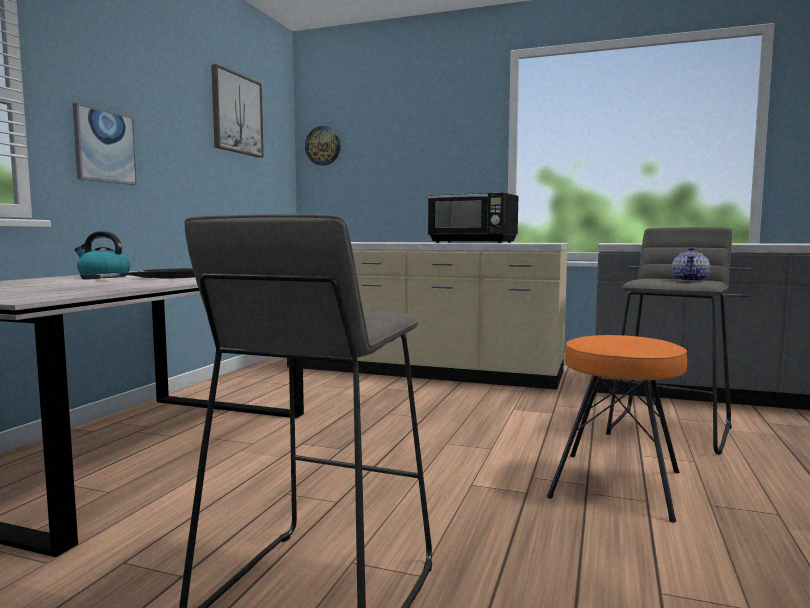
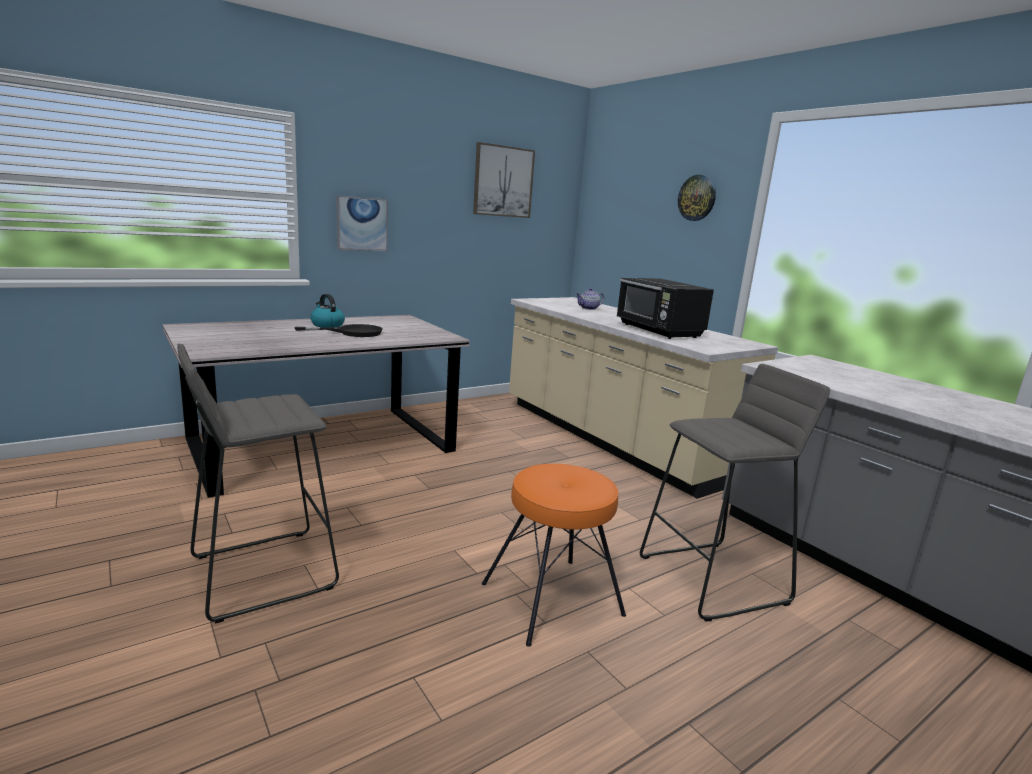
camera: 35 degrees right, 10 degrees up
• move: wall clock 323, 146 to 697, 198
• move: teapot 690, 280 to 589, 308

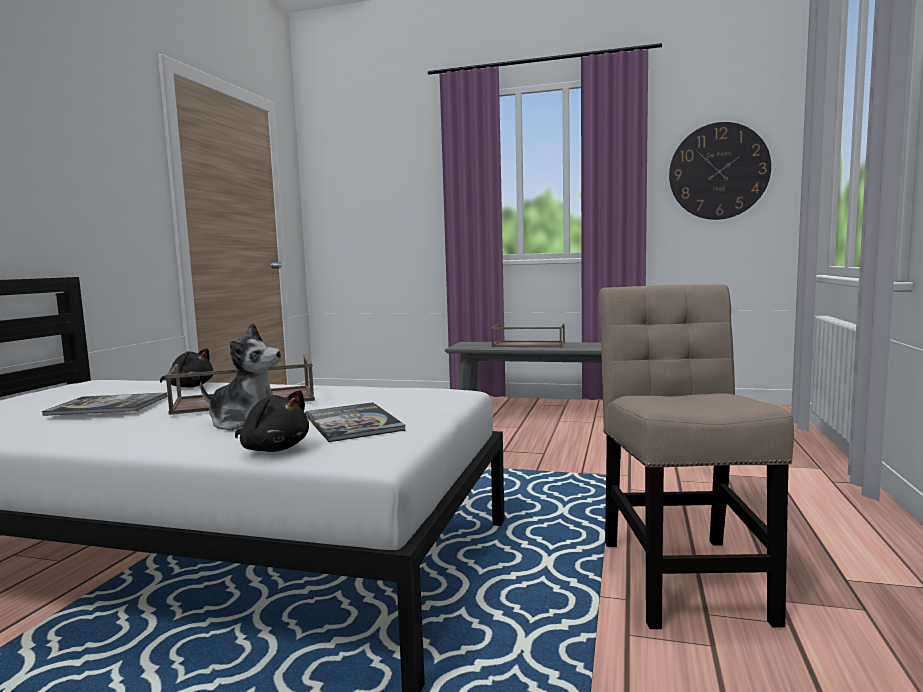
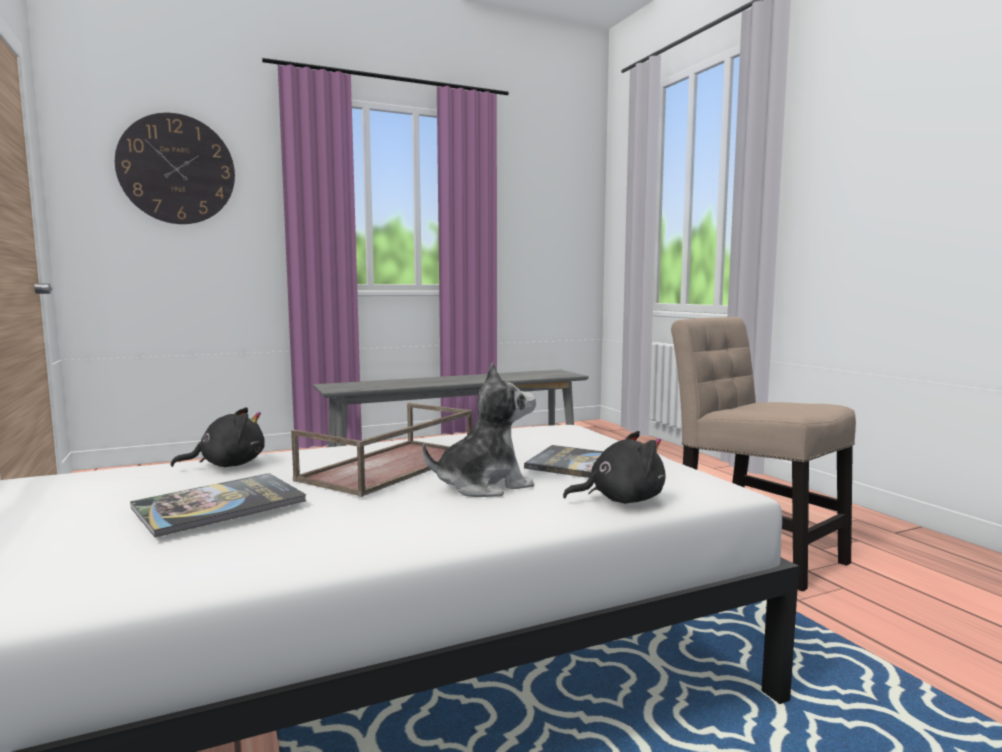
camera: 40 degrees left, 0 degrees up
• delete: brown tray 527, 344
• move: wall clock 718, 171 to 176, 169

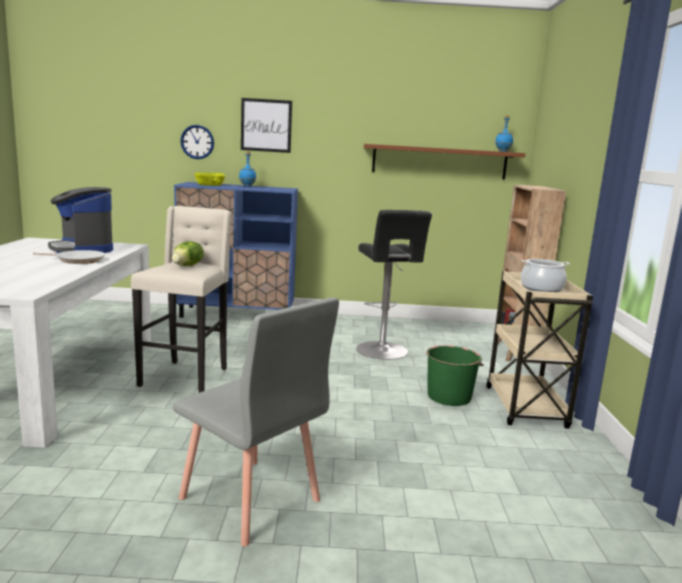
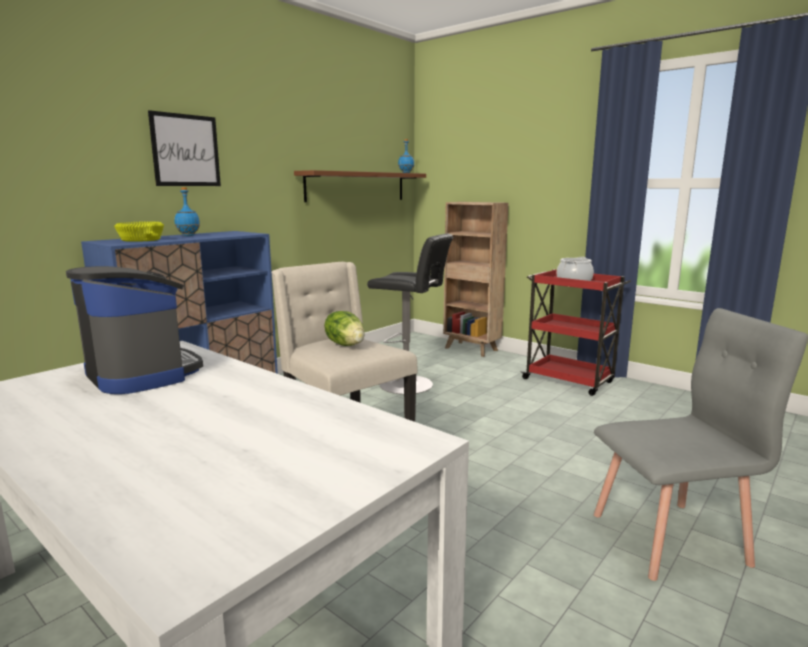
camera: 50 degrees left, 0 degrees up
• delete: frying pan 78, 260
• rotate: coffee machine 82, 249 = 142, 374 135 degrees counterclockwise
• delete: wall clock 197, 142
• delete: green bucket 449, 396
• recolor: beige cart 525, 408 to red cart 569, 381

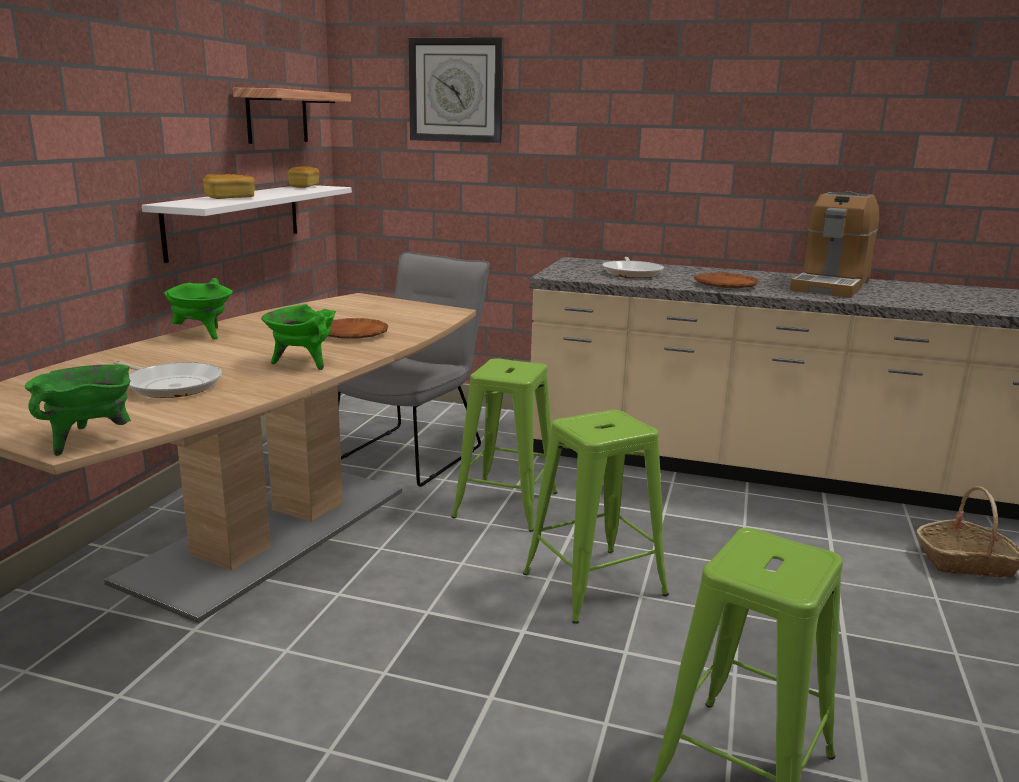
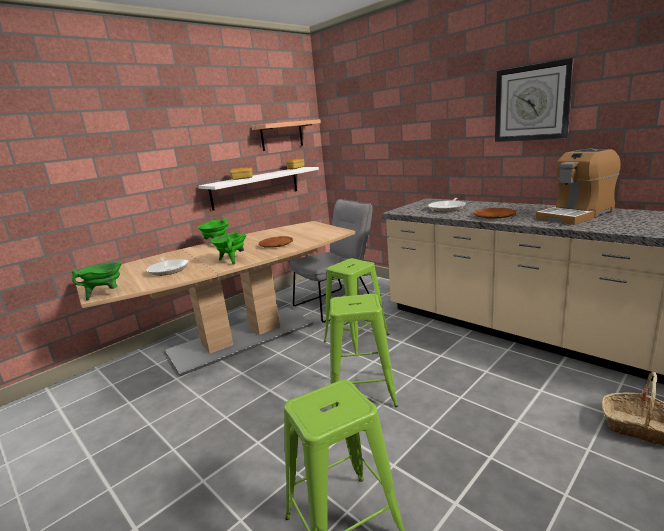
camera: 30 degrees right, 0 degrees up
• move: wall clock 456, 90 to 532, 103

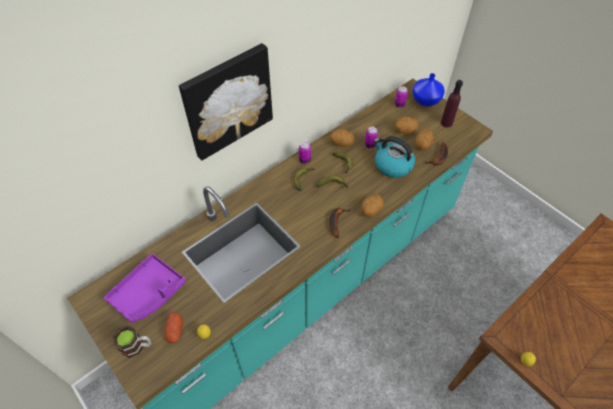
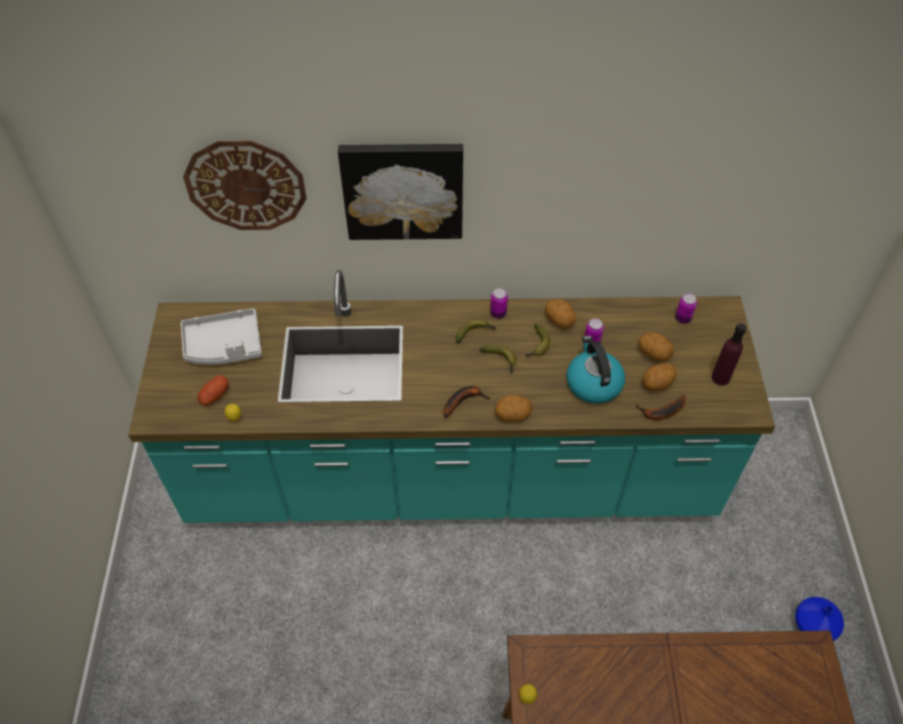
camera: 40 degrees right, 0 degrees up
• recolor: purple tray 149, 293 to grey tray 224, 346
• delete: mug 137, 346
• move: blue vase 425, 100 to 812, 626
• insert: wall clock 246, 185

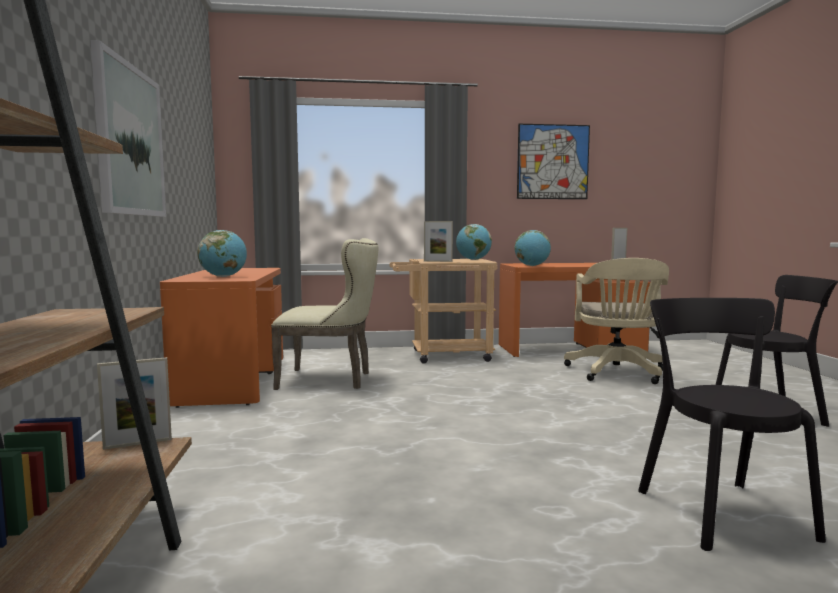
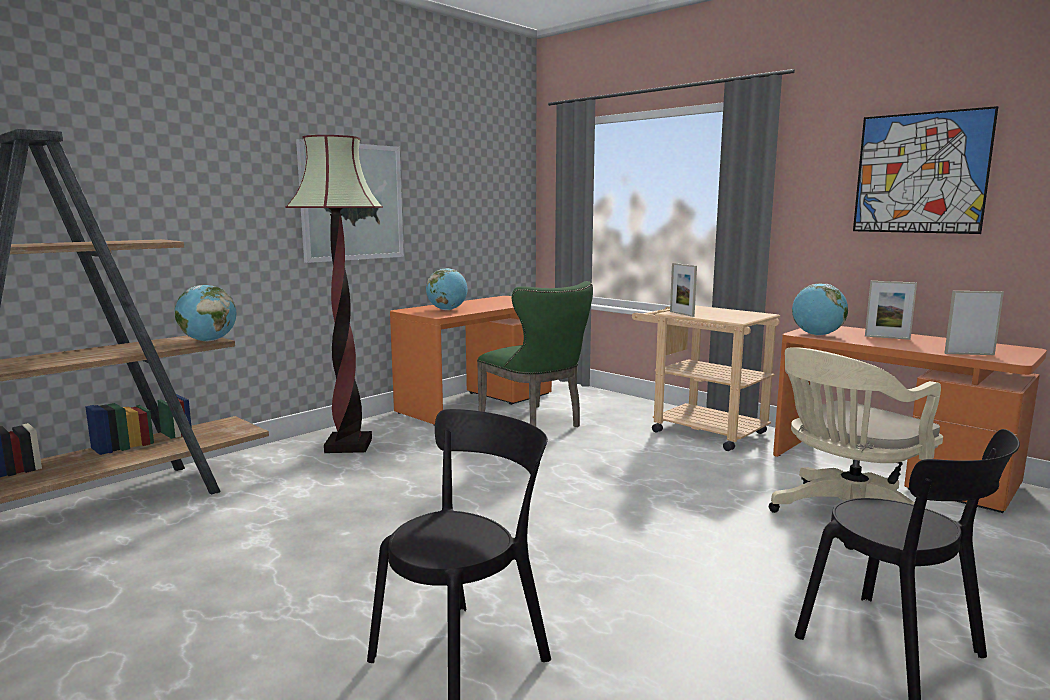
camera: 50 degrees right, 5 degrees up
• move: picture frame 138, 443 to 887, 337
• recolor: beige chair 331, 379 to green chair 536, 423
• move: globe 473, 260 to 208, 341
• insert: floor lamp 349, 445

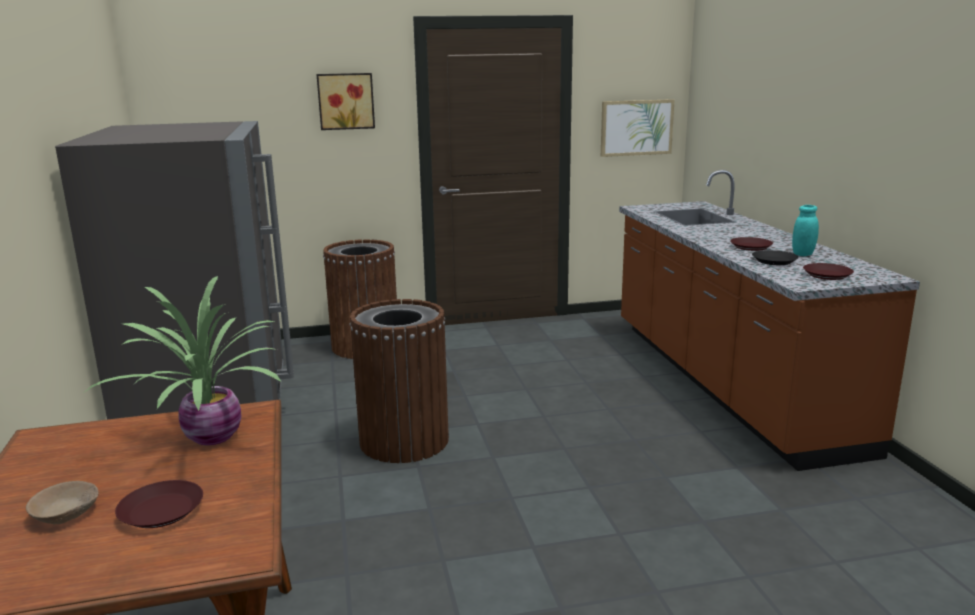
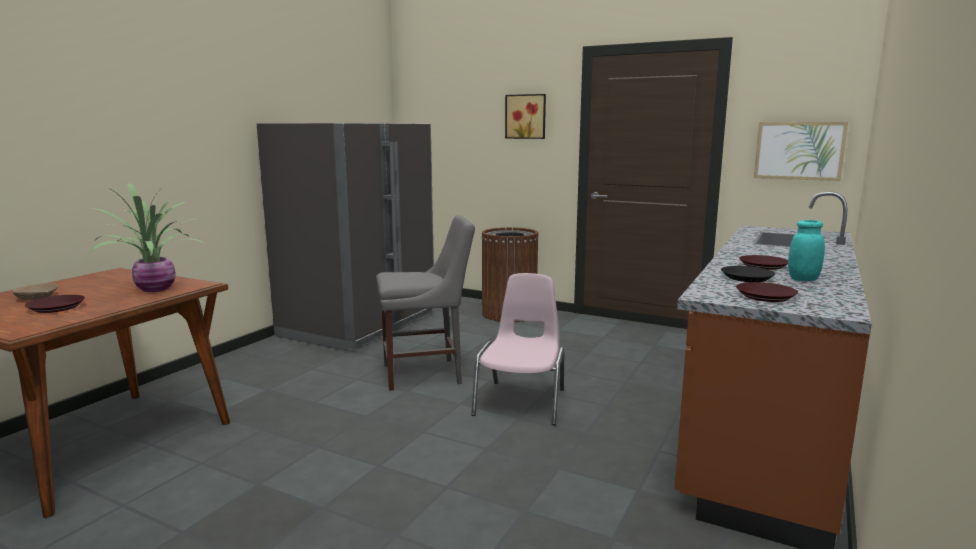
camera: 40 degrees right, 5 degrees down
• replace: brown trash can 404, 441 to grey chair 426, 374
• insert: pink chair 522, 401

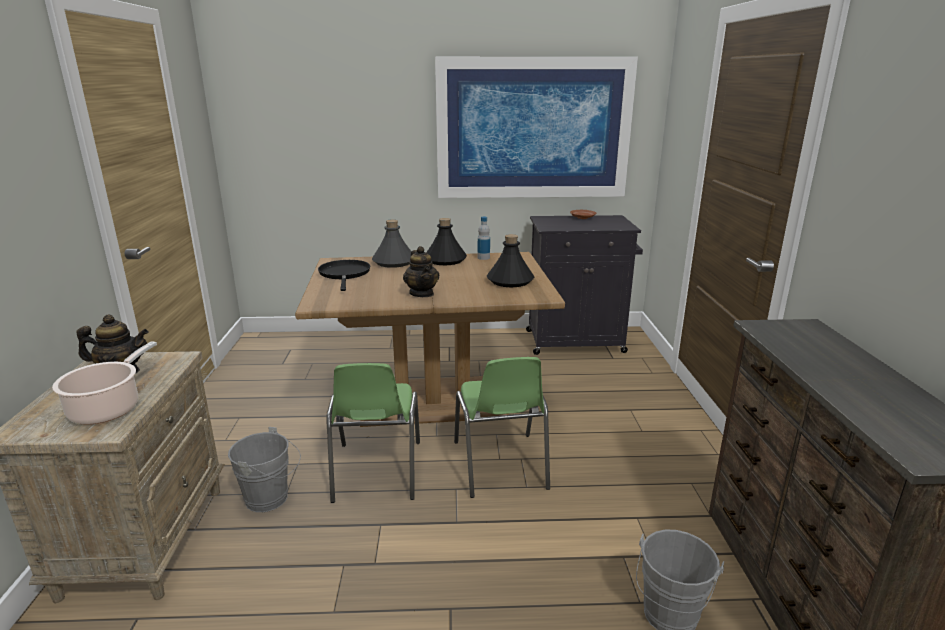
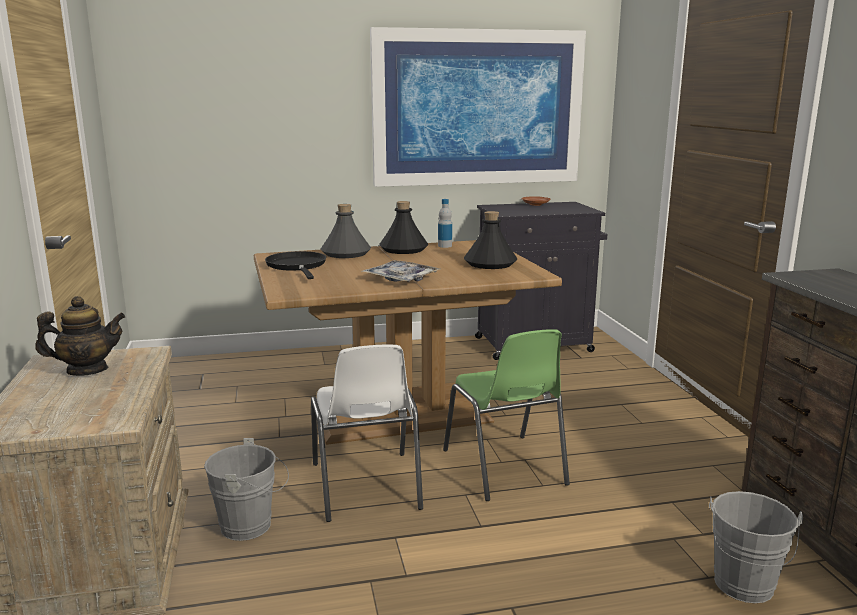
camera: 10 degrees left, 5 degrees down
• delete: cooking pot 108, 408
• recolor: green chair 376, 472 to white chair 366, 487
• replace: teapot 422, 293 to tray 401, 278

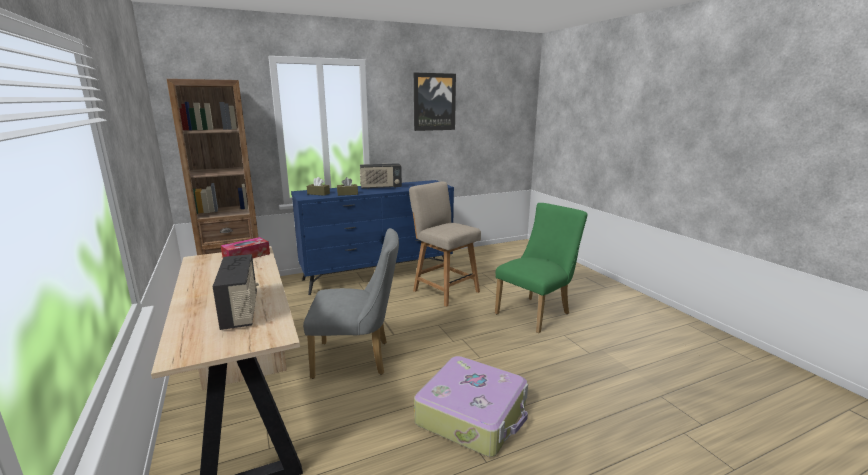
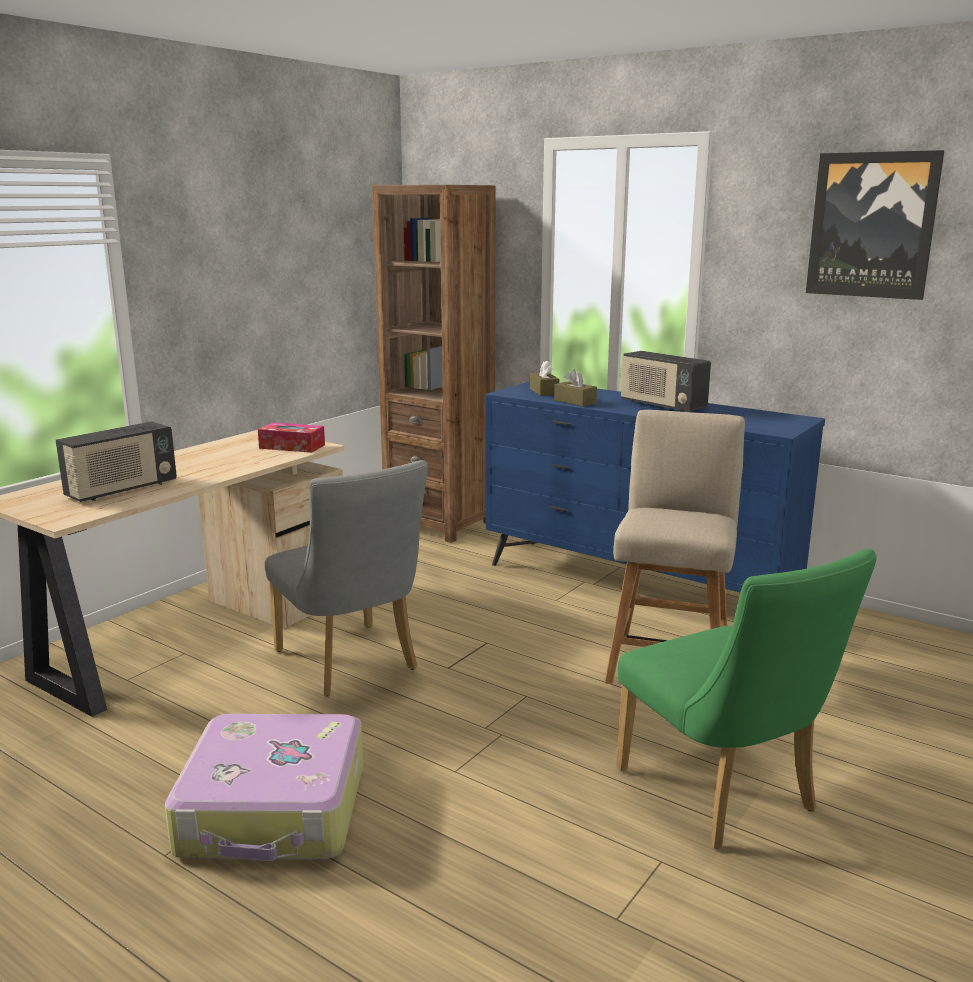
camera: 60 degrees right, 0 degrees up
• rotate: green chair 536, 312 = 725, 796 45 degrees clockwise

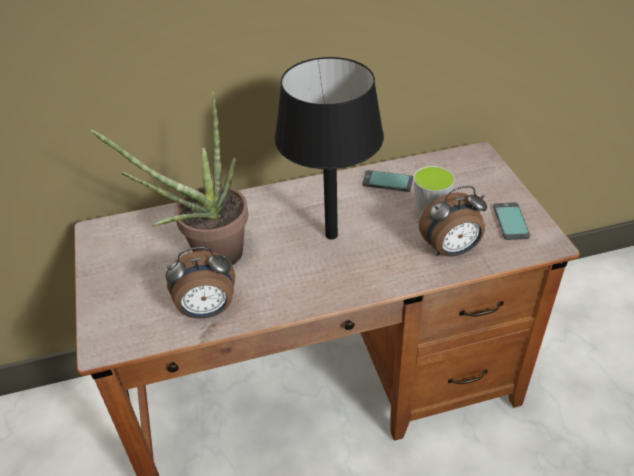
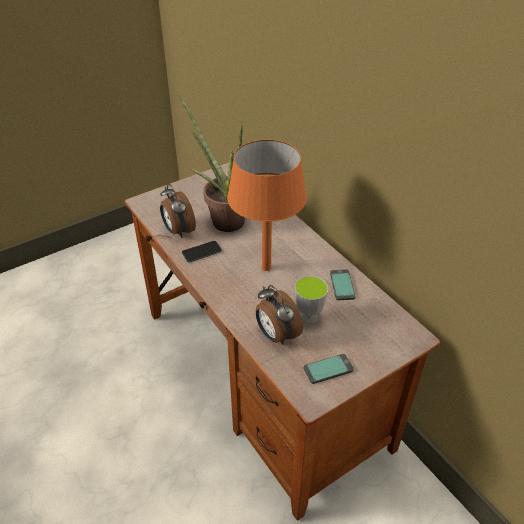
camera: 70 degrees right, 0 degrees up
• recolor: black table lamp 331, 235 to orange table lamp 266, 268
• insert: phone 201, 252

